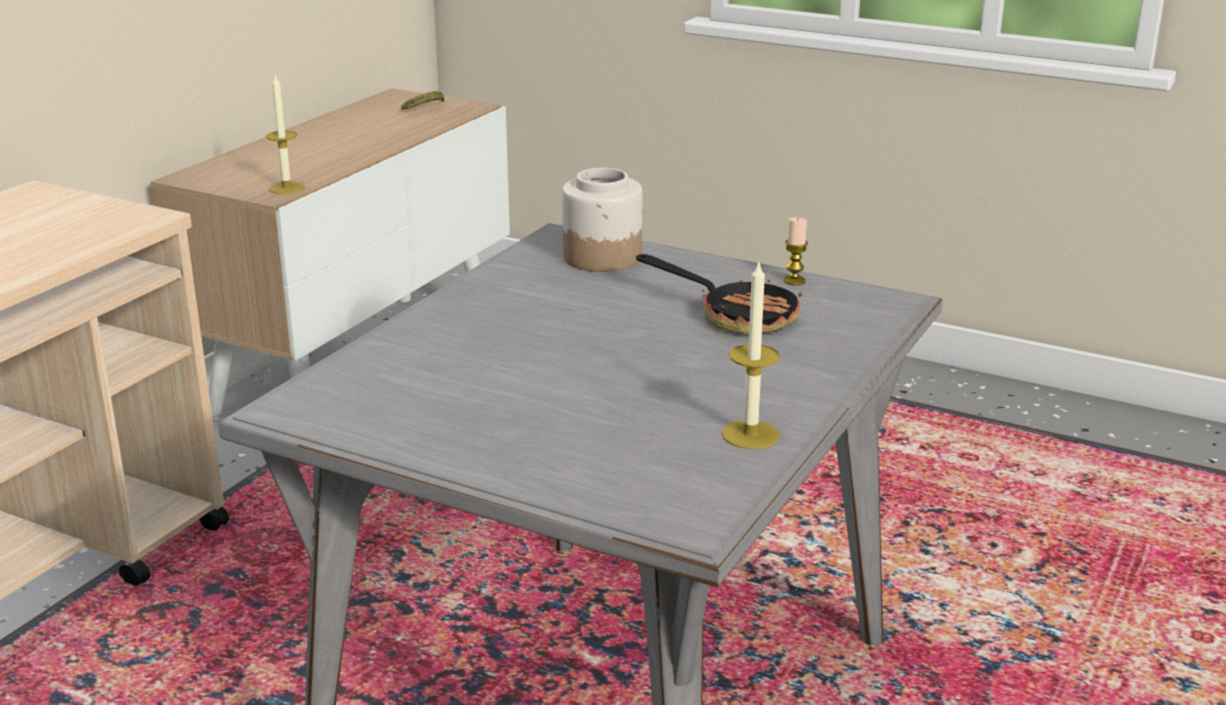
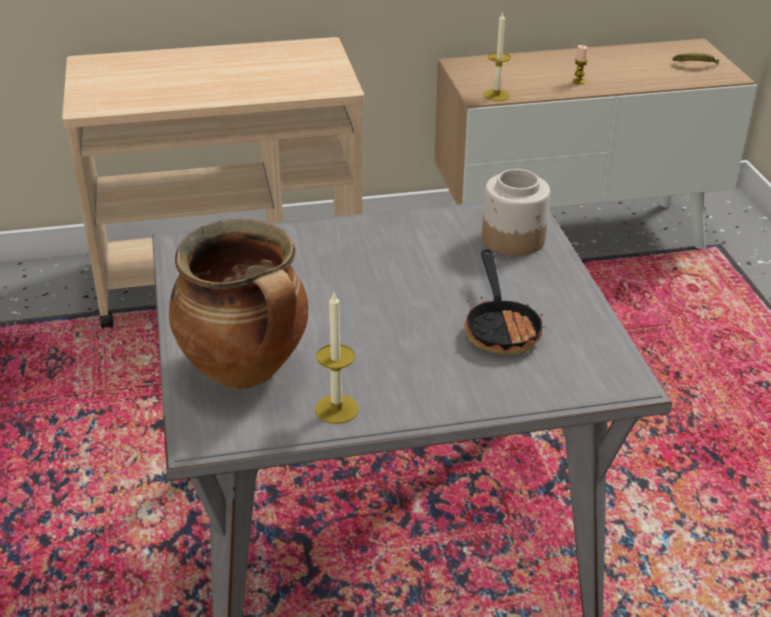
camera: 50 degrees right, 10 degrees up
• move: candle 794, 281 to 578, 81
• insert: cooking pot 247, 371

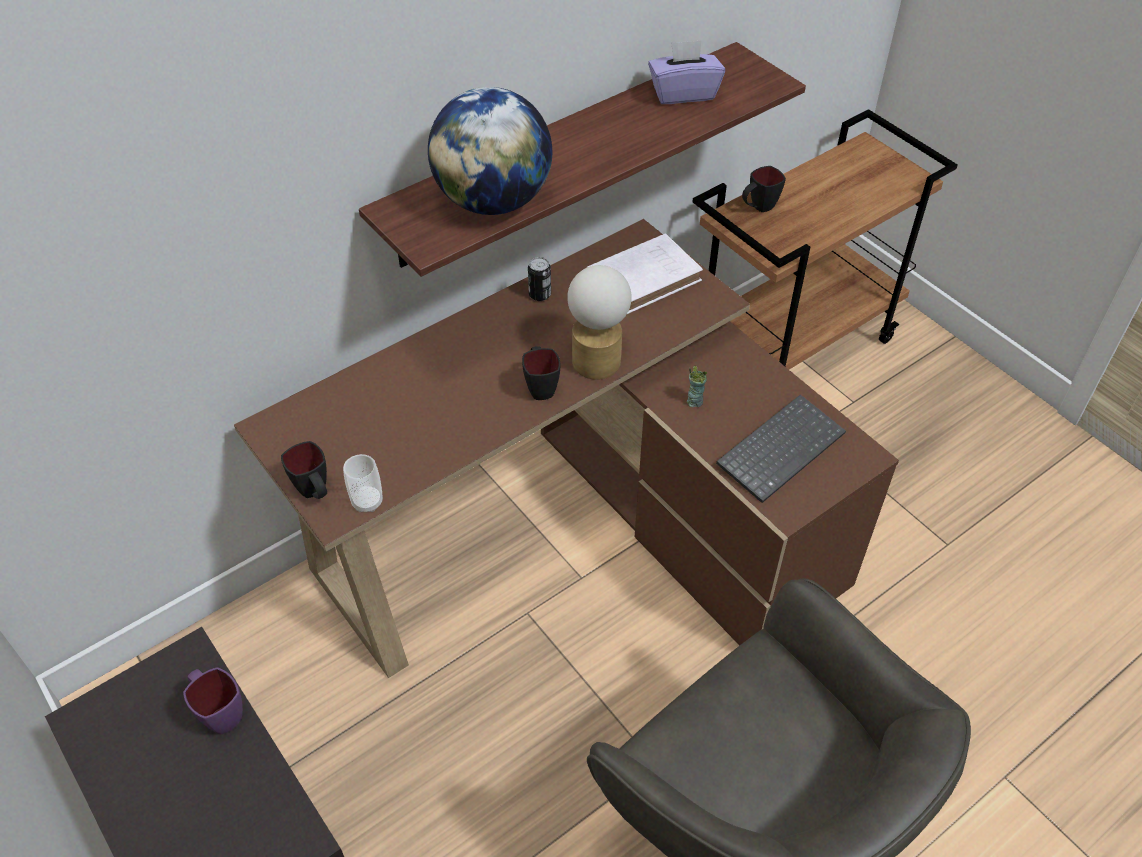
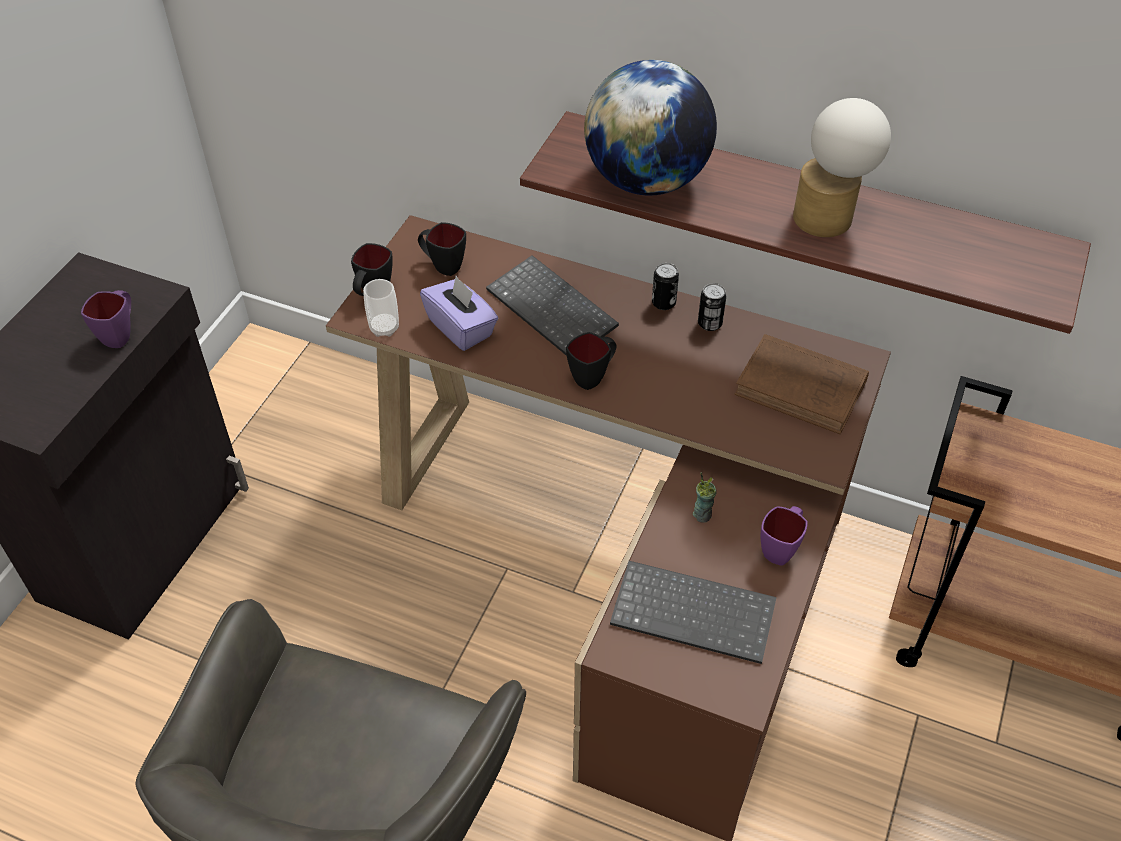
camera: 60 degrees right, 0 degrees up
• move: table lamp 598, 356 to 831, 216
• recolor: white book 646, 278 to brown book 803, 390
• move: purple tissue box 683, 93 to 461, 328
• move: black mug 758, 208 to 442, 265
• insert: keyboard 554, 309
• insert: can 663, 303
• insert: purple mug 781, 548

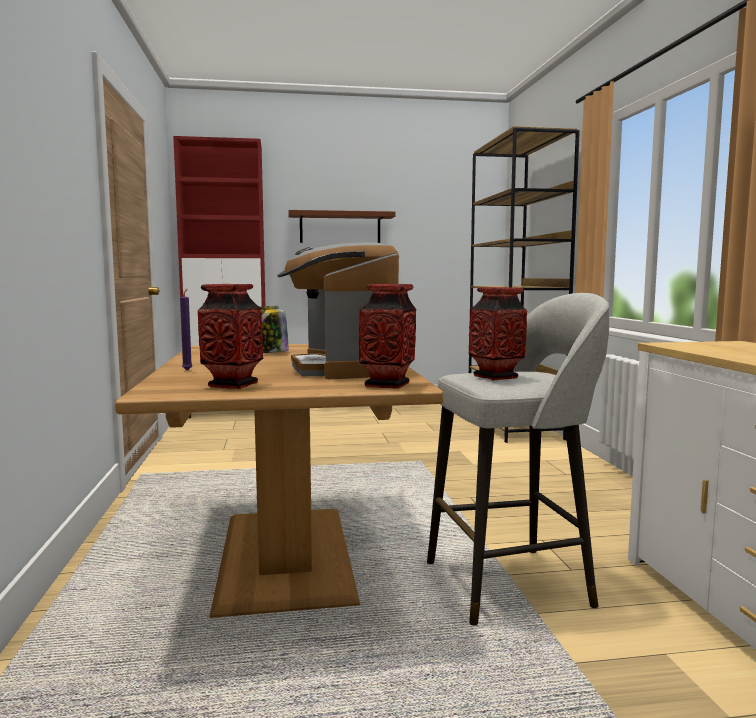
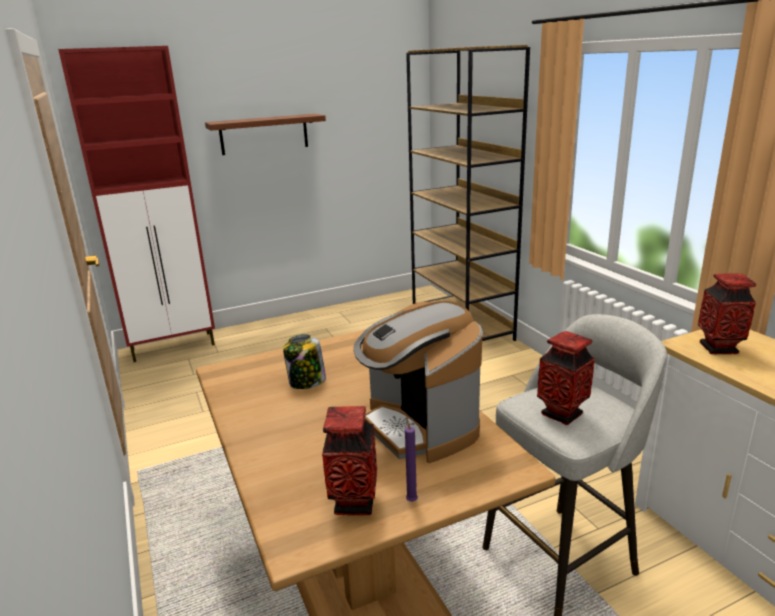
camera: 15 degrees left, 15 degrees up
• move: purple candle 188, 370 to 411, 500
• move: vase 387, 384 to 718, 348

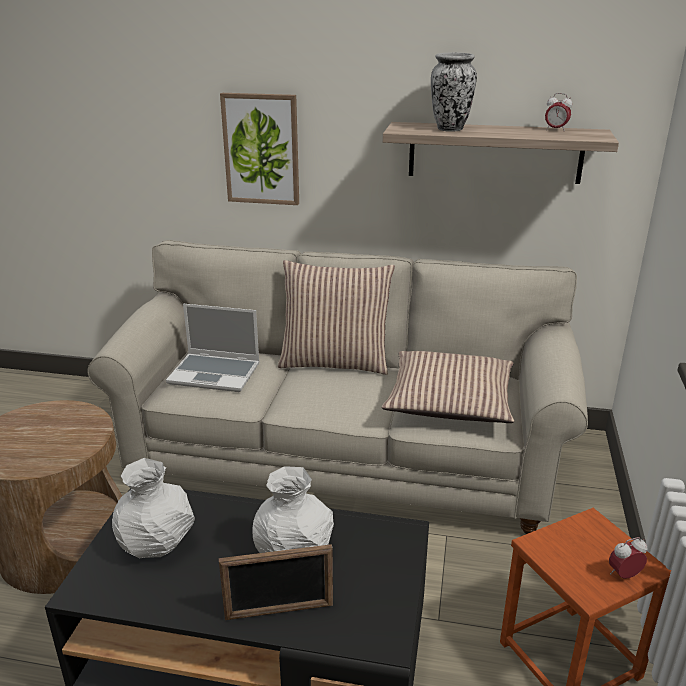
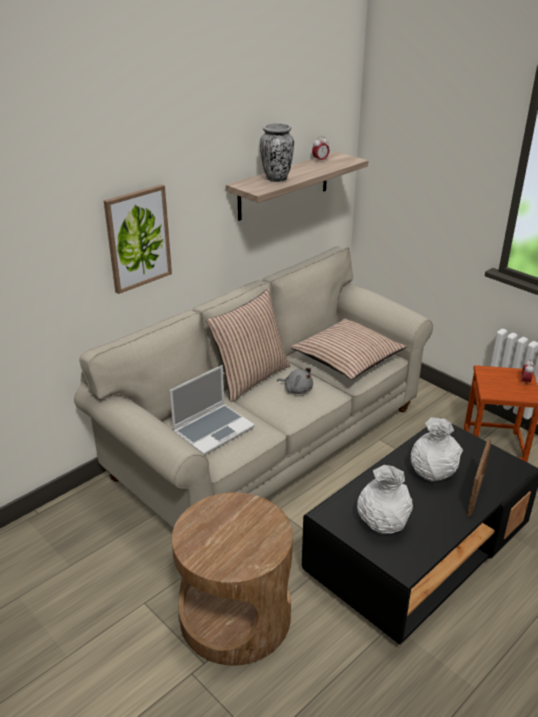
camera: 55 degrees left, 5 degrees up
• insert: grey plush toy 297, 389

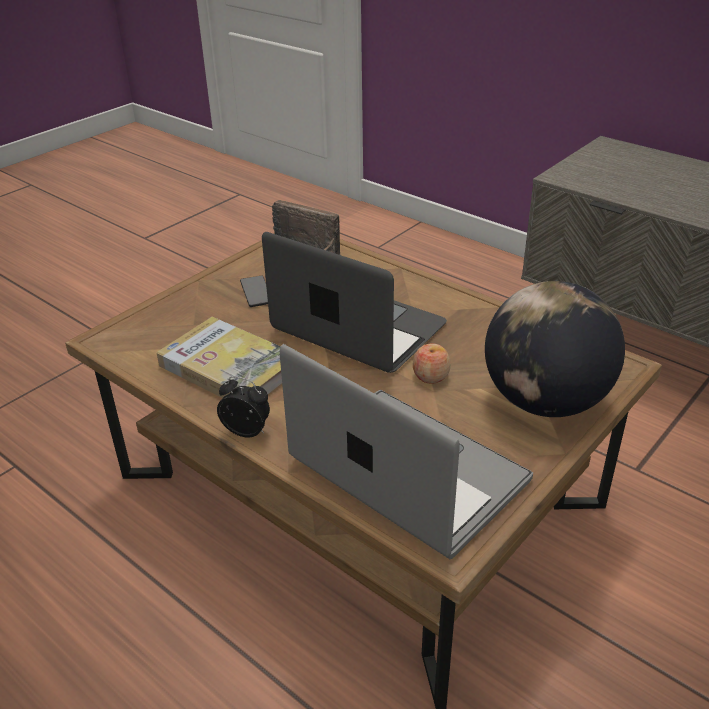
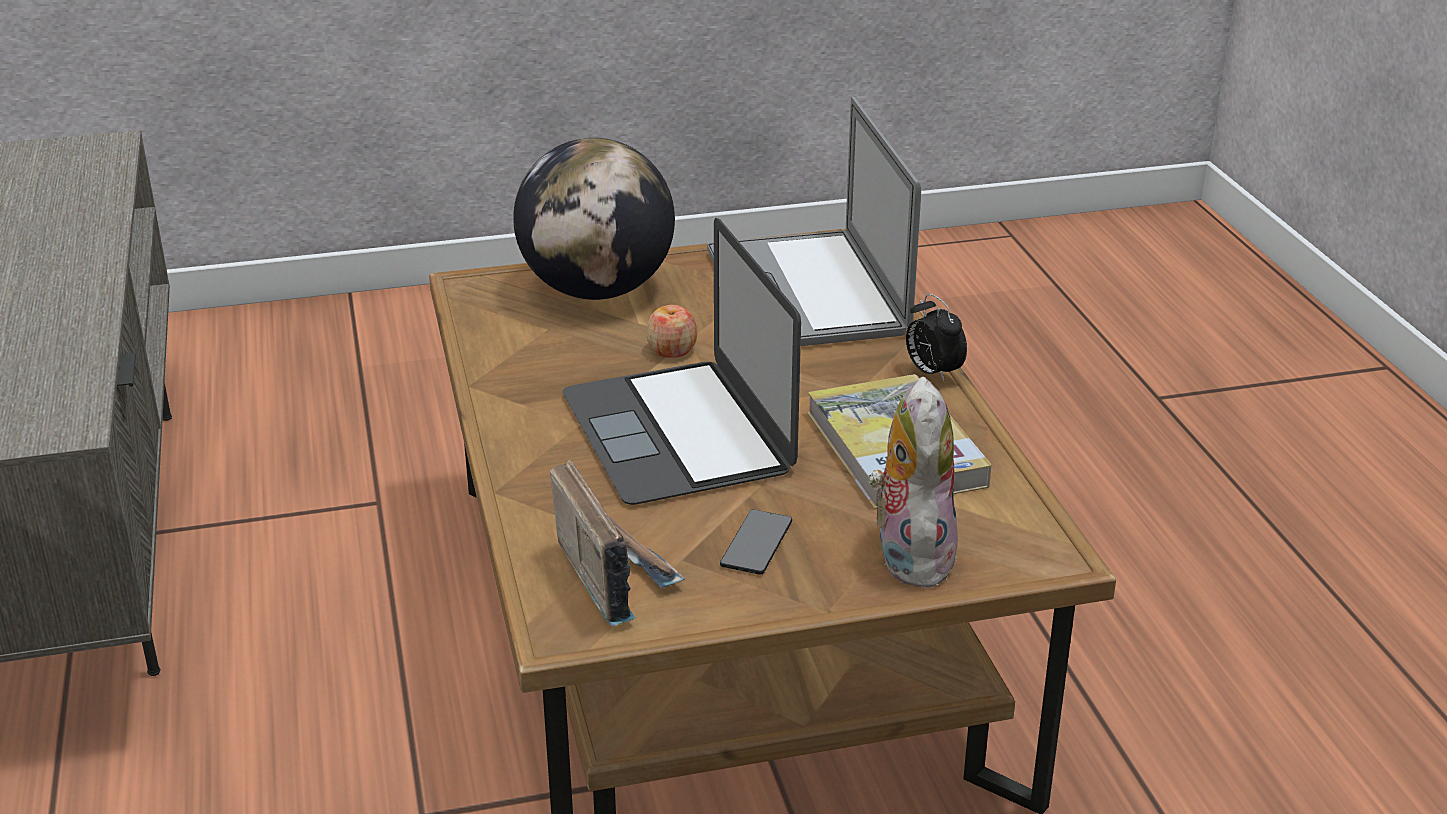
camera: 145 degrees left, 5 degrees down
• insert: plush toy 909, 555

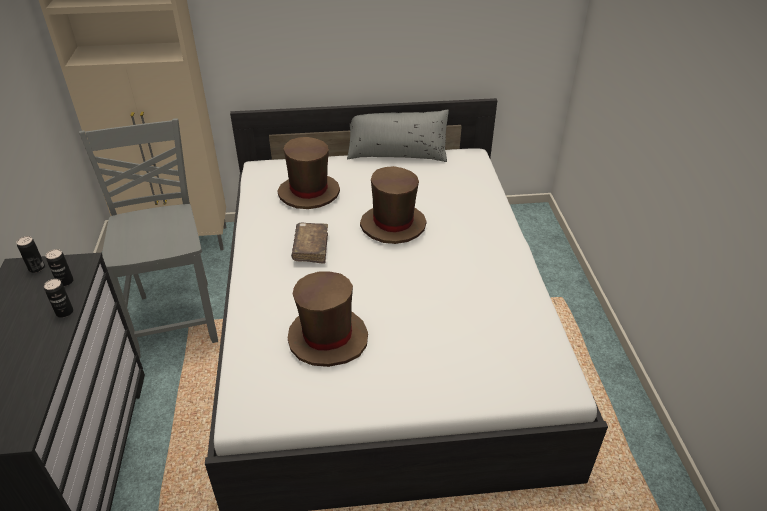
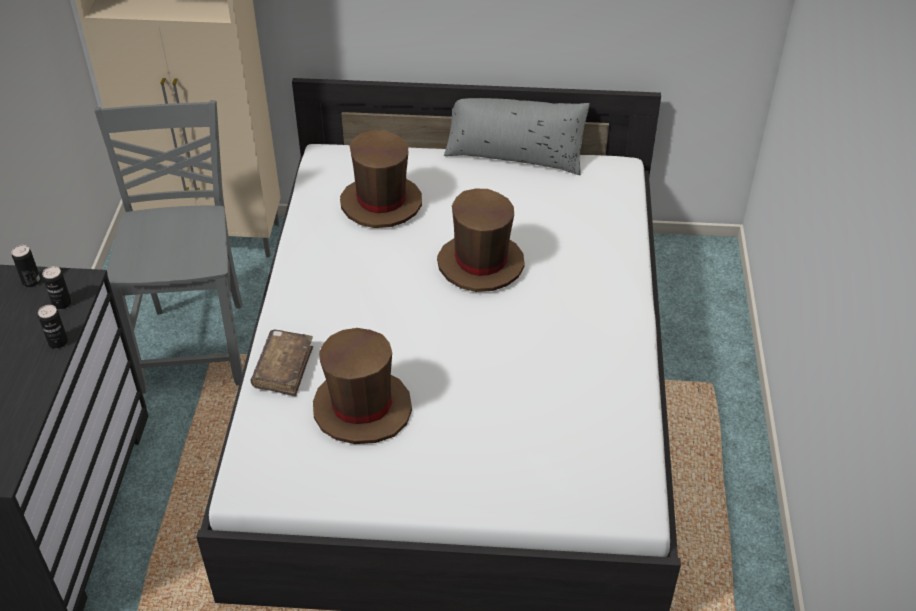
camera: 10 degrees right, 5 degrees up
• move: brown book 311, 248 to 283, 368

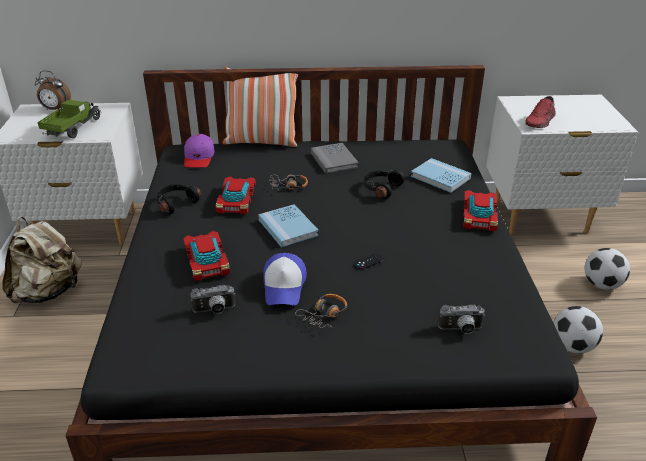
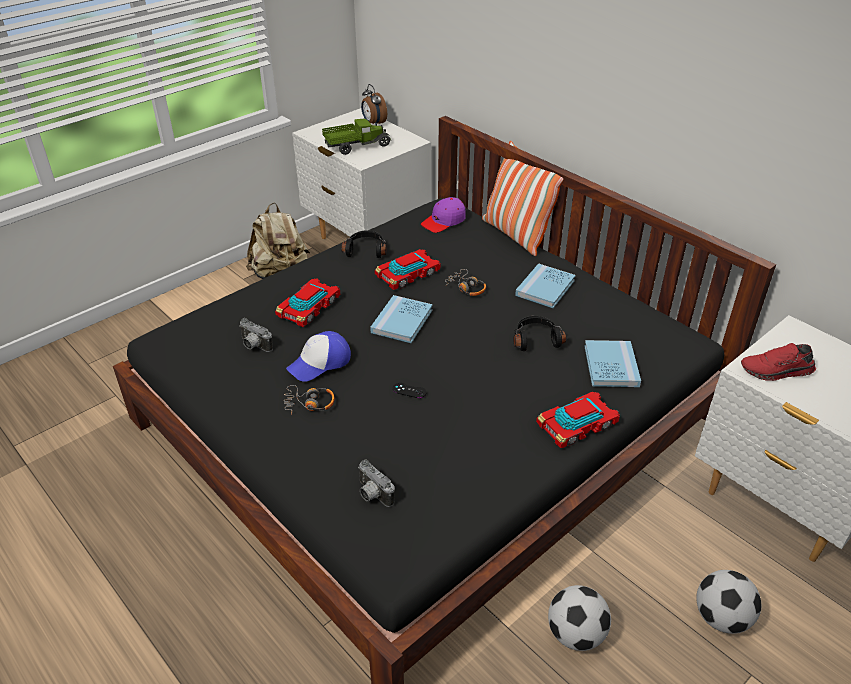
camera: 50 degrees right, 5 degrees up
• recolor: grey book 334, 160 to blue book 545, 288

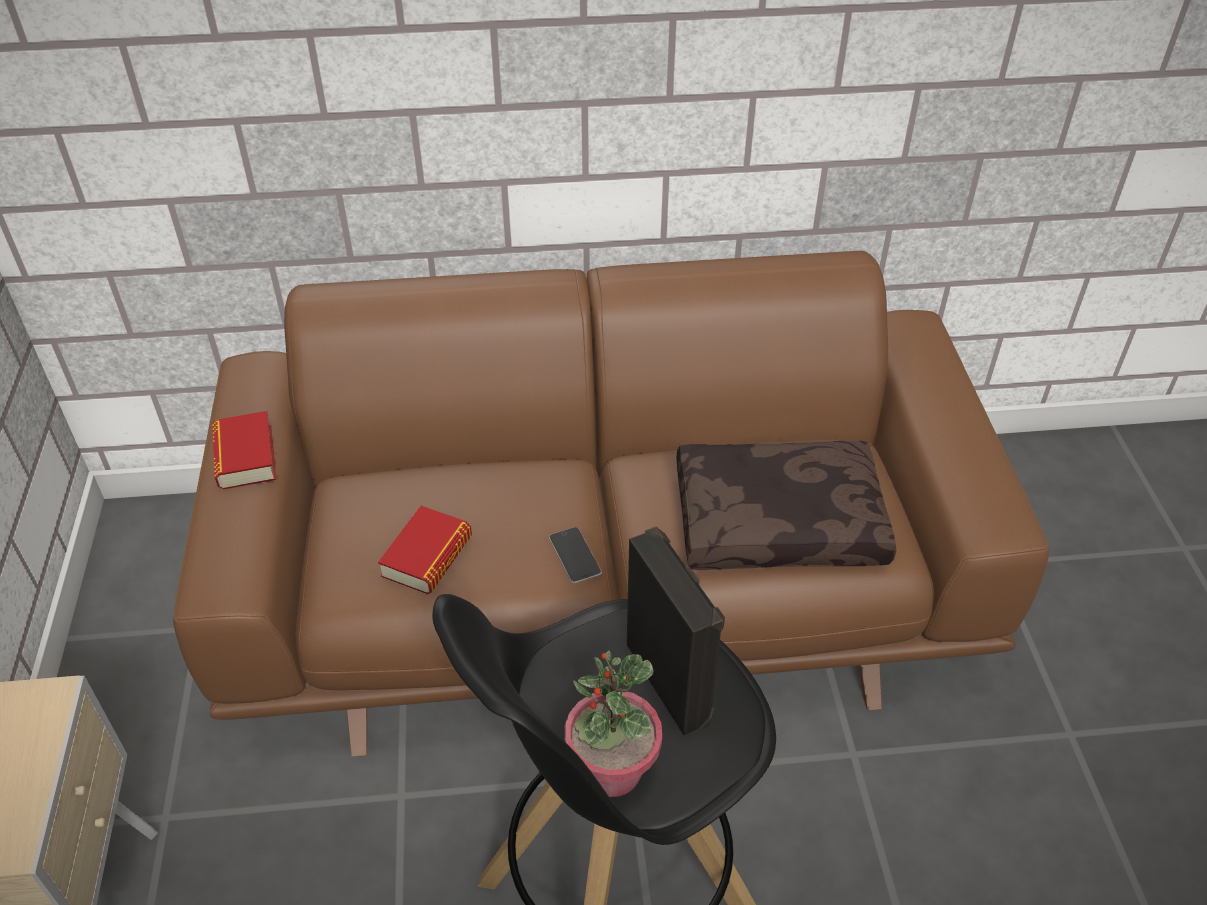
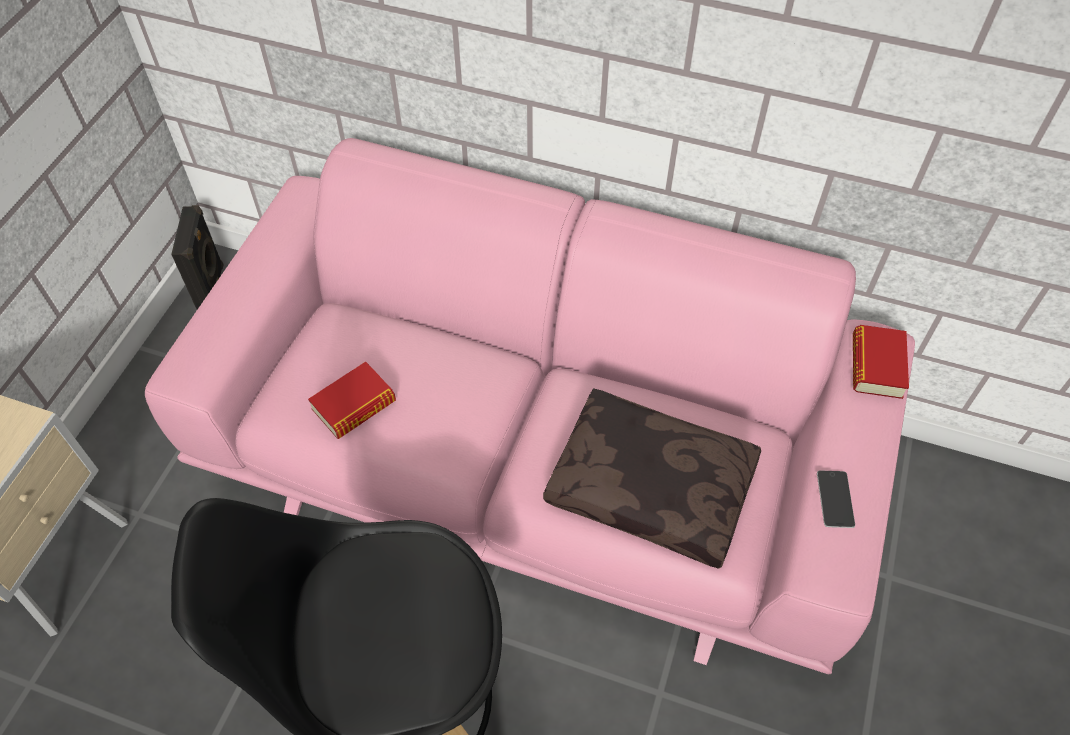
camera: 25 degrees right, 10 degrees up
• recolor: brown sofa 606, 590 to pink sofa 538, 464
• move: book 245, 457 to 876, 366
• move: phone 574, 555 to 835, 499
• delete: potted plant 612, 771
• move: black speaker 671, 682 to 212, 287

